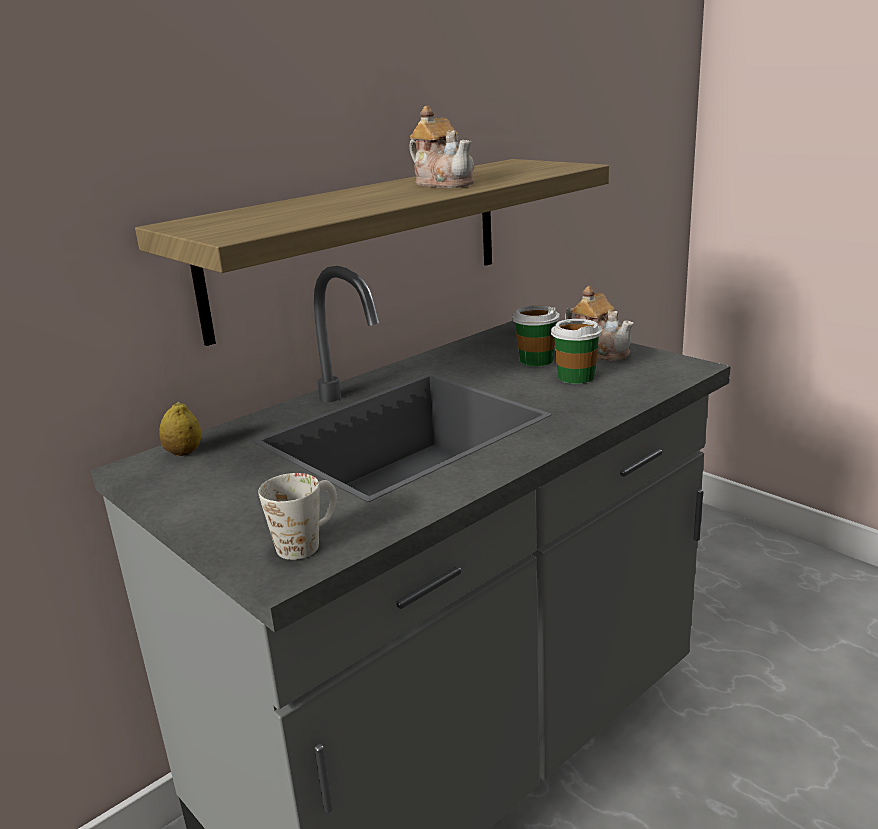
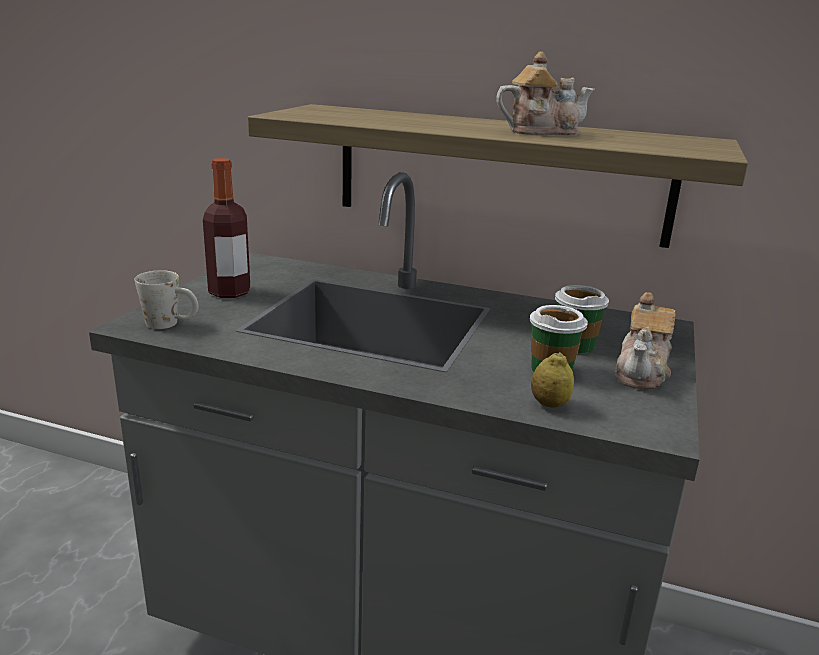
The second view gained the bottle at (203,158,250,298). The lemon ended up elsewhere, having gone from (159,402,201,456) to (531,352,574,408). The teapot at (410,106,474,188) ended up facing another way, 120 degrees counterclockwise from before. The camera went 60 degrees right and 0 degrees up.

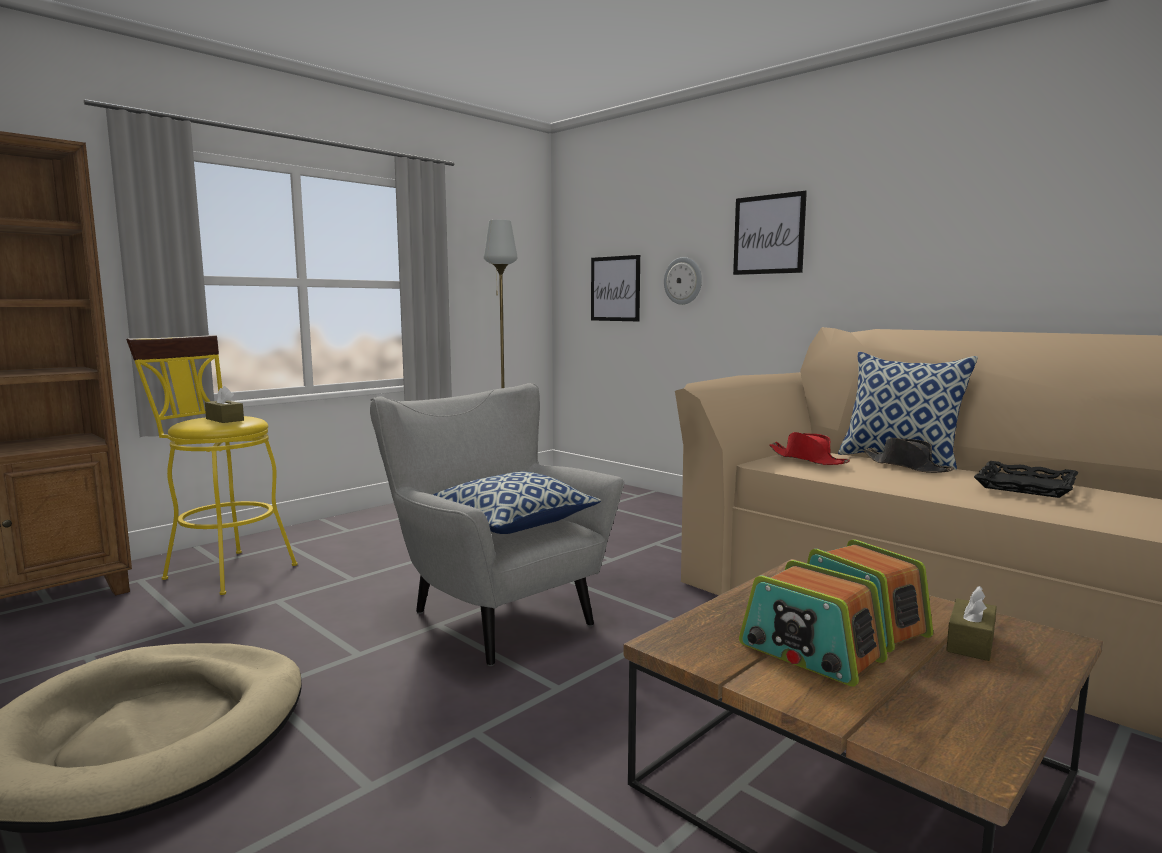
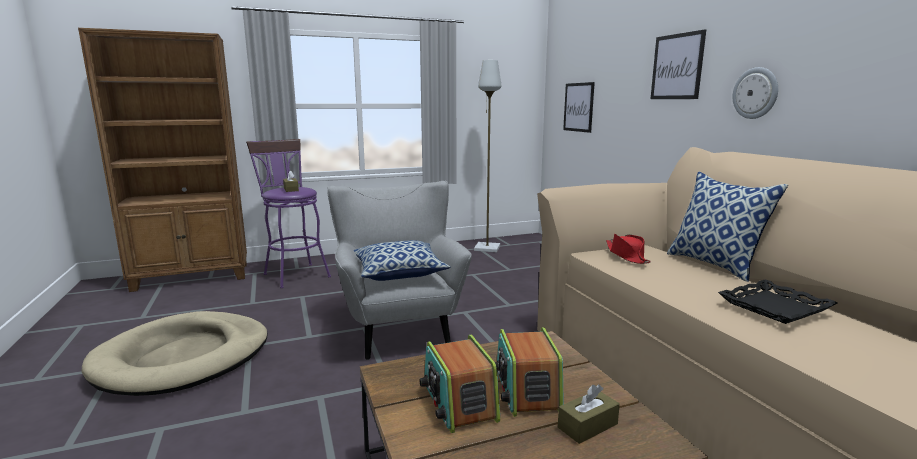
The second view lost the hat (black) at (863,438,954,473). The wall clock ended up elsewhere, having gone from (664,257,702,305) to (733,67,778,119). What was the stool (yellow) at (126,335,298,595) turned into the stool (purple) at (246,139,331,288). The camera went 25 degrees right and 5 degrees up.

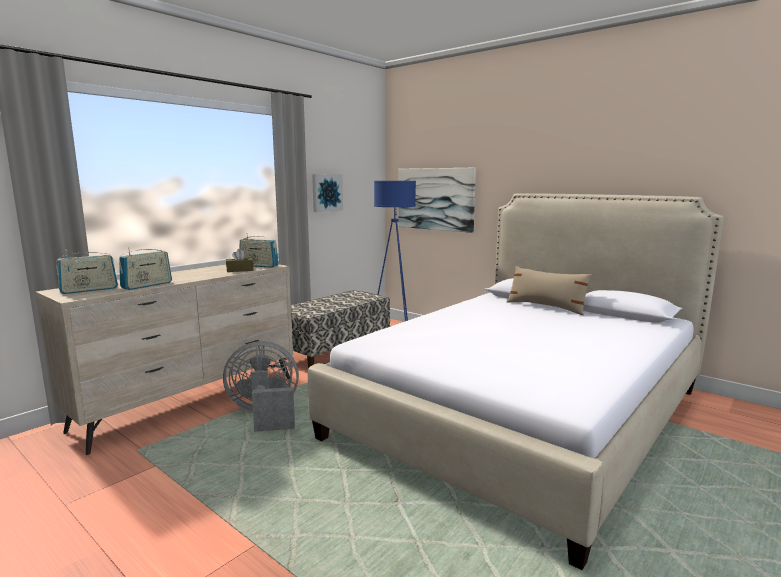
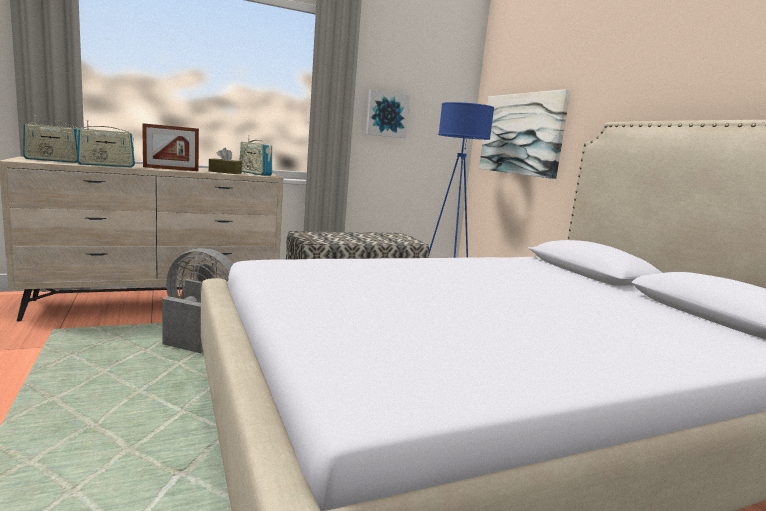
The second view lost the pillow (beige) at (507,266,592,315). The second view gained the picture frame at (142,123,199,171). The camera went 25 degrees right and 0 degrees up.

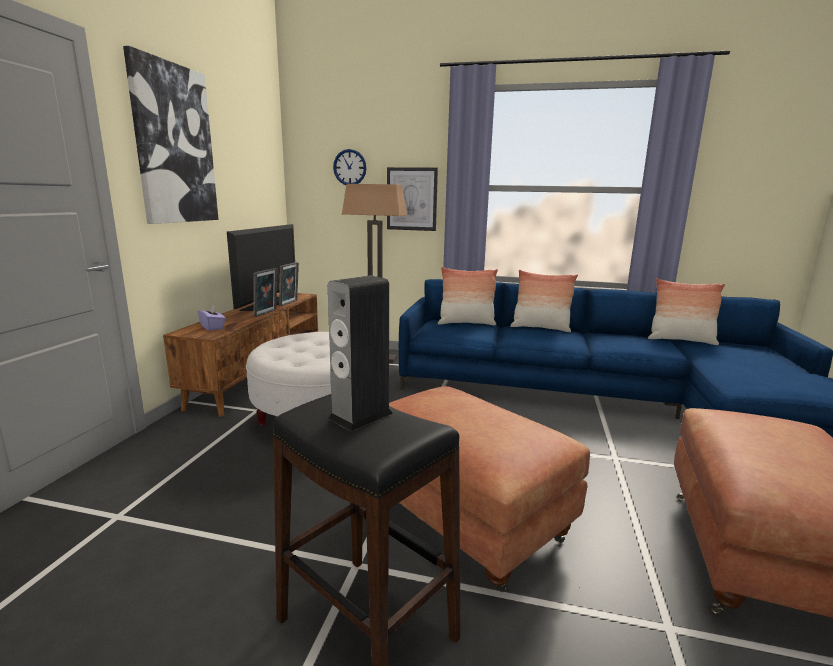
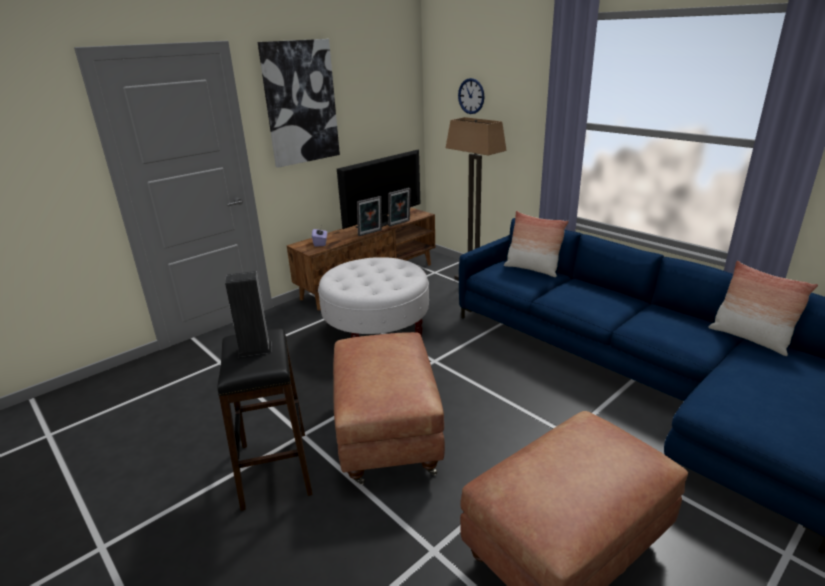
The second view lost the picture at (387,167,438,231). The second view lost the pillow at (510,270,578,332). The camera went 35 degrees right and 10 degrees up.

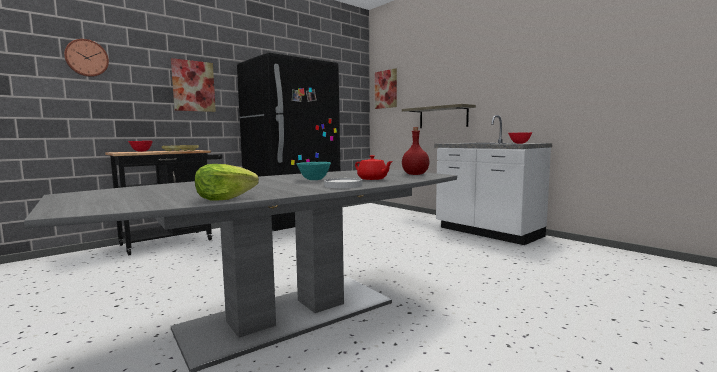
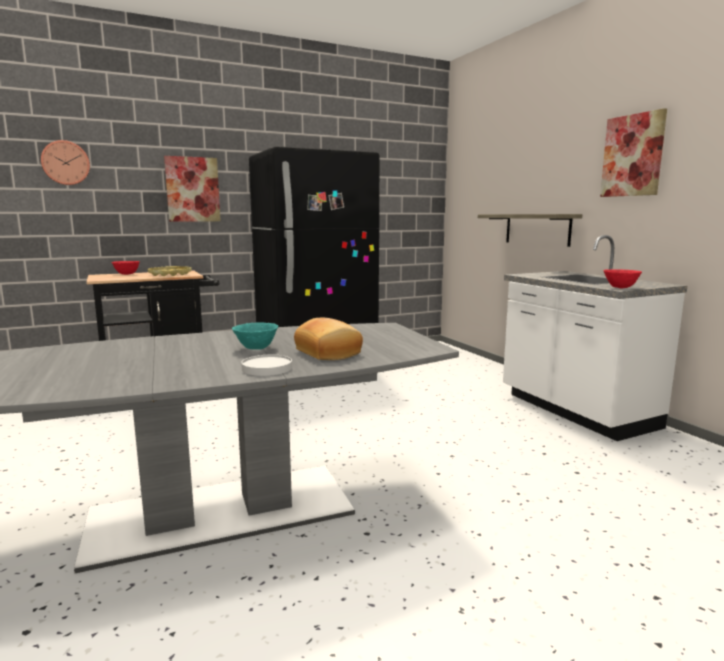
The second view lost the lettuce at (195,164,259,201). The second view lost the bottle (red) at (402,127,429,175). The picture ended up elsewhere, having gone from (375,68,397,109) to (600,108,667,197). Where the teapot (red) stood at (355,155,393,180), the bread came to stand at (294,318,363,360). The camera went 15 degrees right and 5 degrees up.

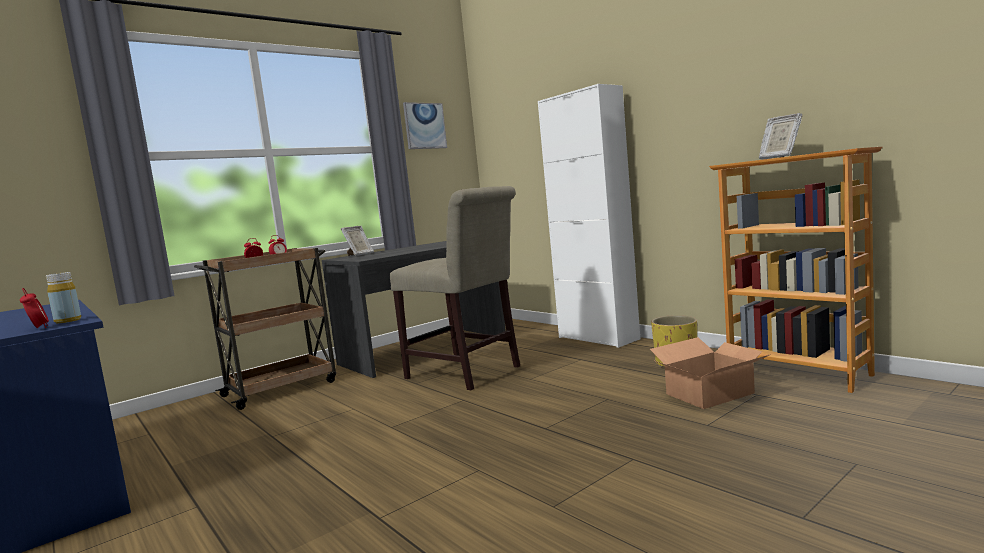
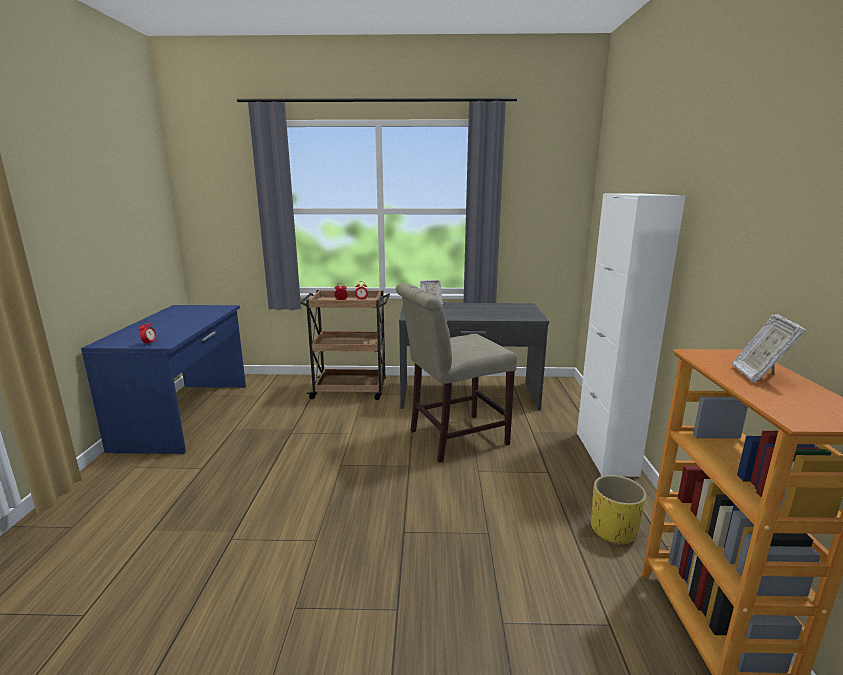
The second view lost the bottle (yellow) at (46,272,81,323). The second view lost the picture at (403,102,447,149). The second view lost the cardboard box at (650,337,771,409). The chair (beige) at (390,186,520,390) ended up facing another way, 75 degrees clockwise from before. The camera went 40 degrees right and 10 degrees up.

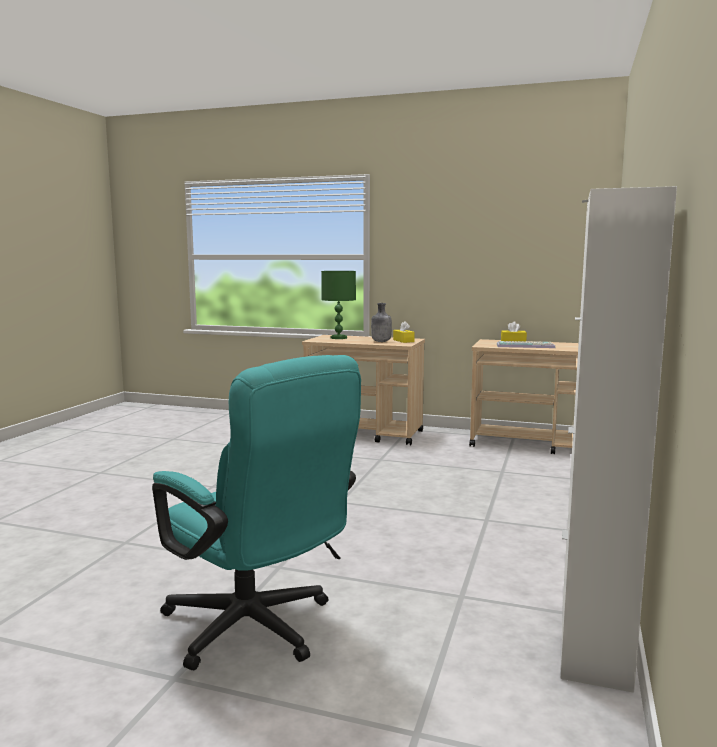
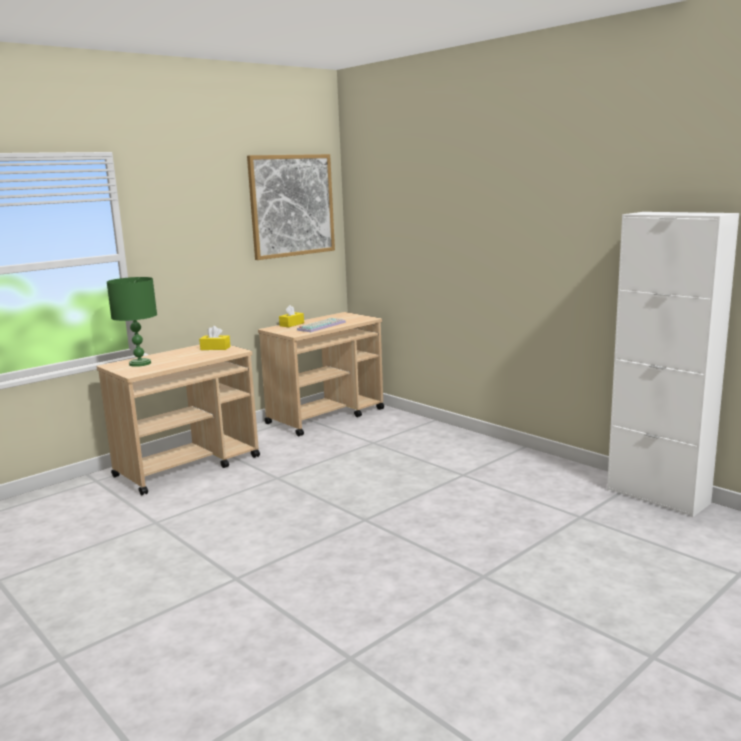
The second view lost the office chair (turquoise) at (152,355,361,671). The second view lost the bottle (grey) at (371,303,392,342). The second view gained the picture at (247,154,335,260). The camera went 60 degrees left and 5 degrees up.

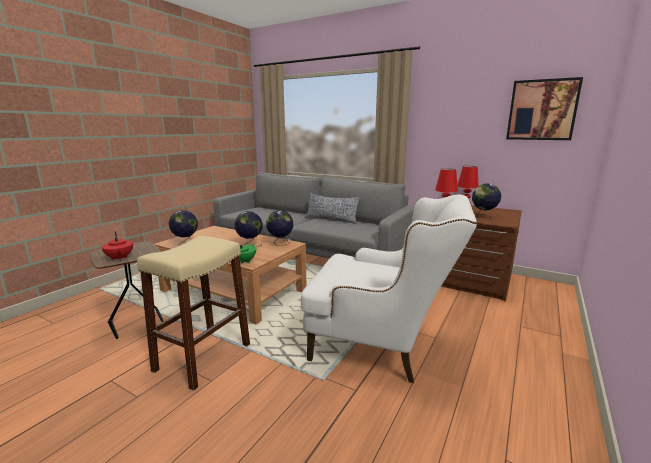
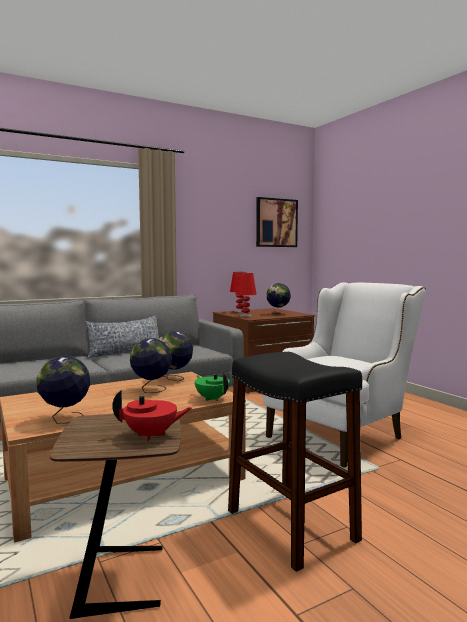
What was the stool (beige) at (137,236,250,391) turned into the stool (black) at (228,352,362,572). The camera went 60 degrees left and 10 degrees down.

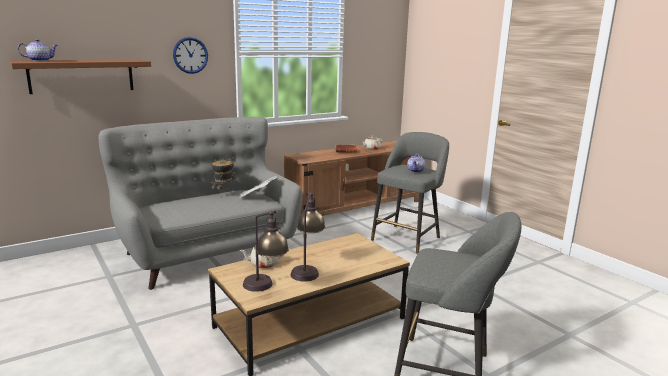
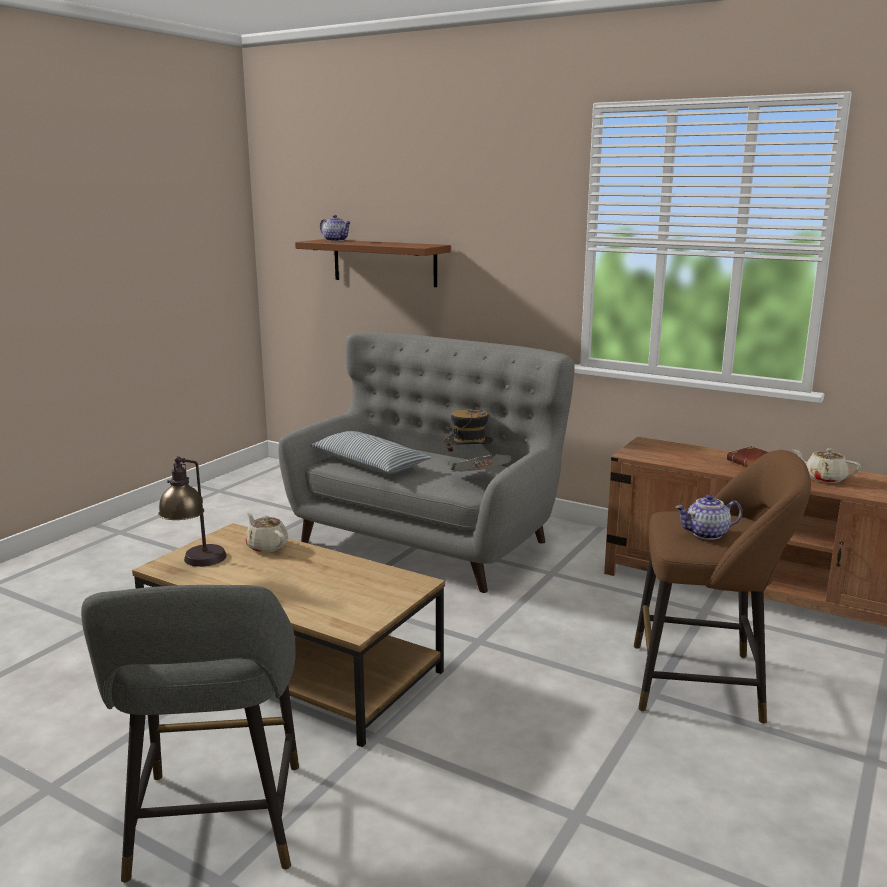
The second view lost the wall clock at (173,37,208,74). The second view lost the table lamp at (291,192,326,282). The second view gained the pillow at (310,431,432,474). What was the stool (grey) at (371,132,449,254) turned into the stool (brown) at (634,450,811,724). The camera went 65 degrees right and 0 degrees up.

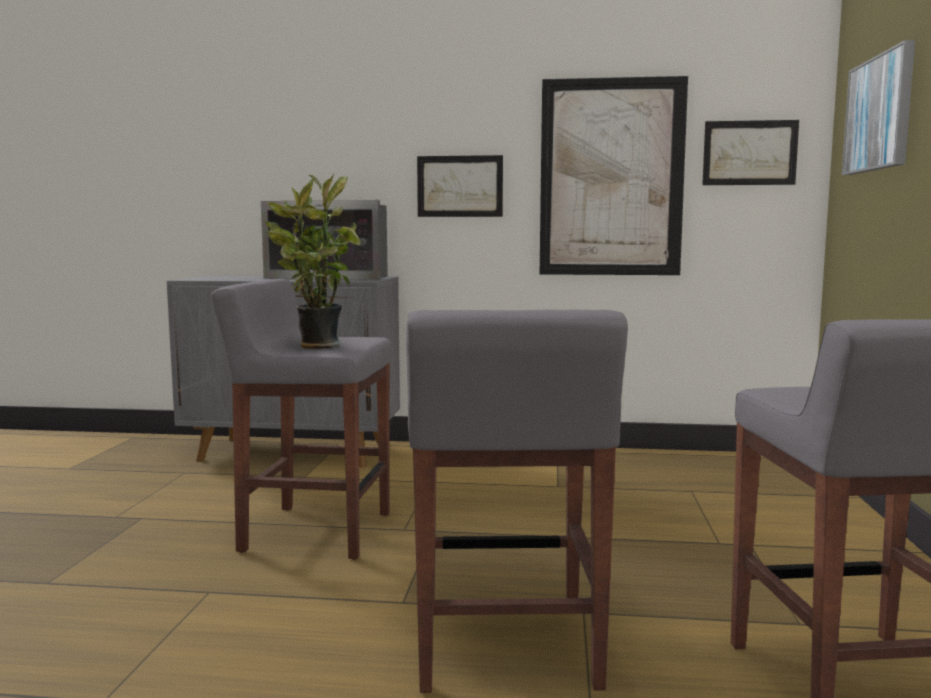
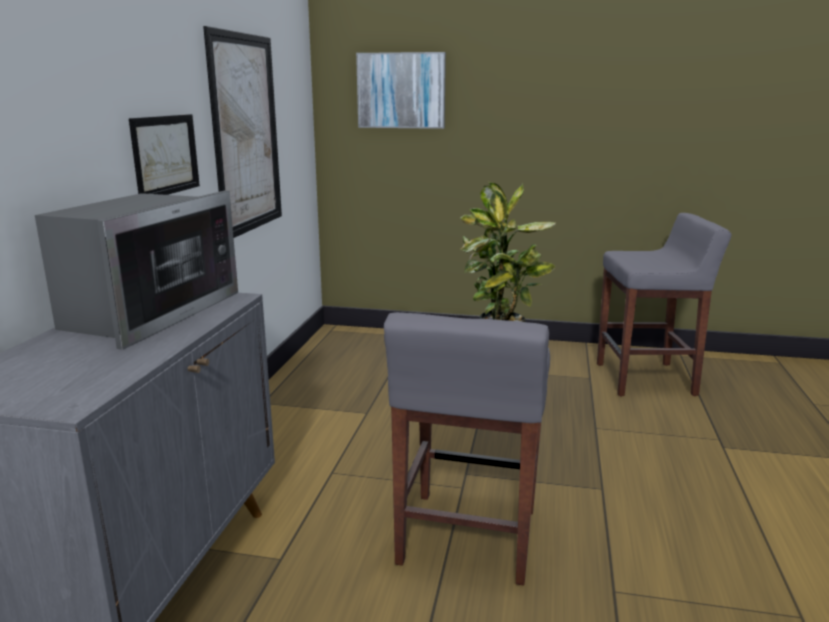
The second view lost the stool (grey) at (406,310,628,693). The second view lost the picture at (702,120,799,185). The camera went 85 degrees left and 10 degrees up.

